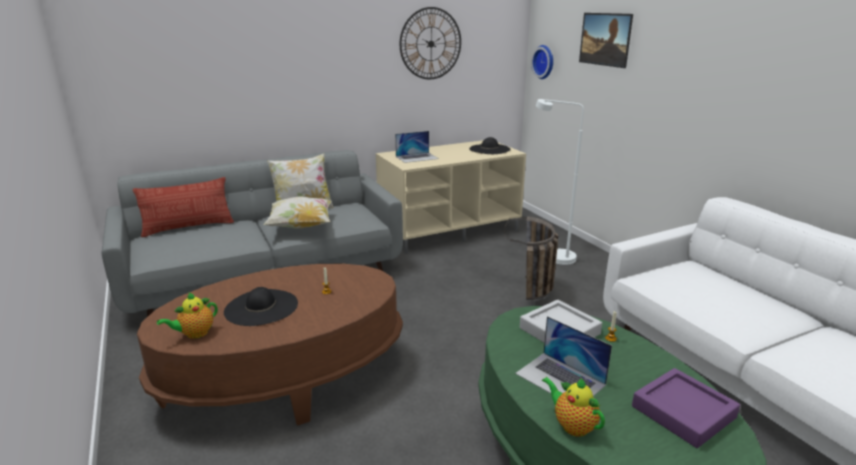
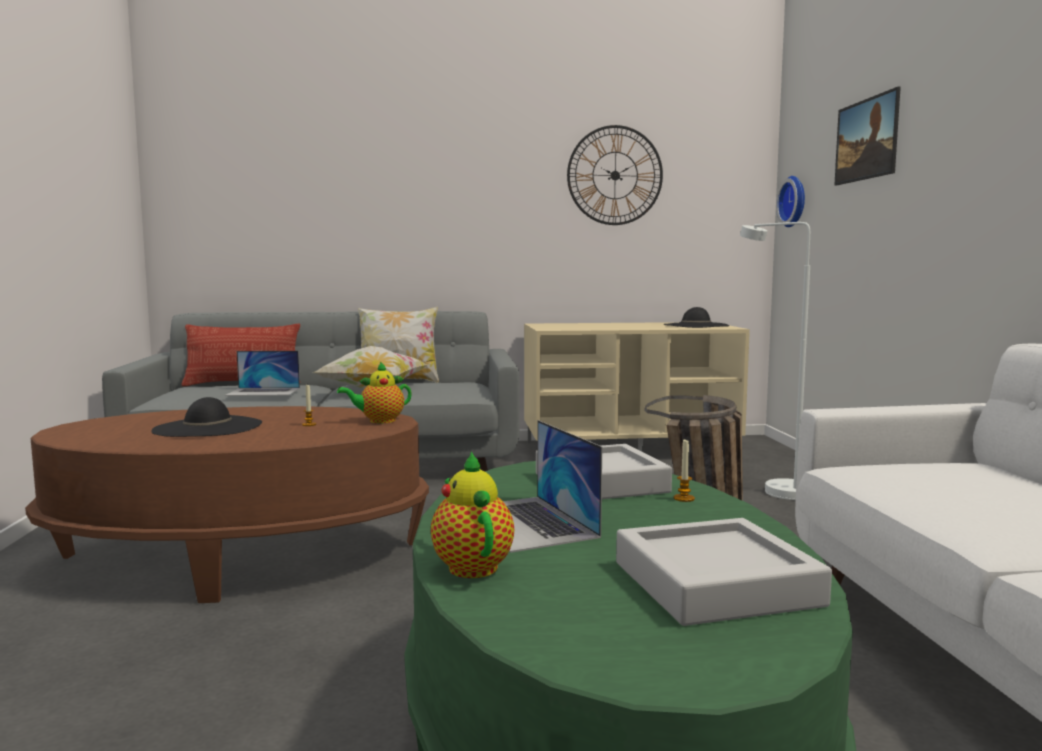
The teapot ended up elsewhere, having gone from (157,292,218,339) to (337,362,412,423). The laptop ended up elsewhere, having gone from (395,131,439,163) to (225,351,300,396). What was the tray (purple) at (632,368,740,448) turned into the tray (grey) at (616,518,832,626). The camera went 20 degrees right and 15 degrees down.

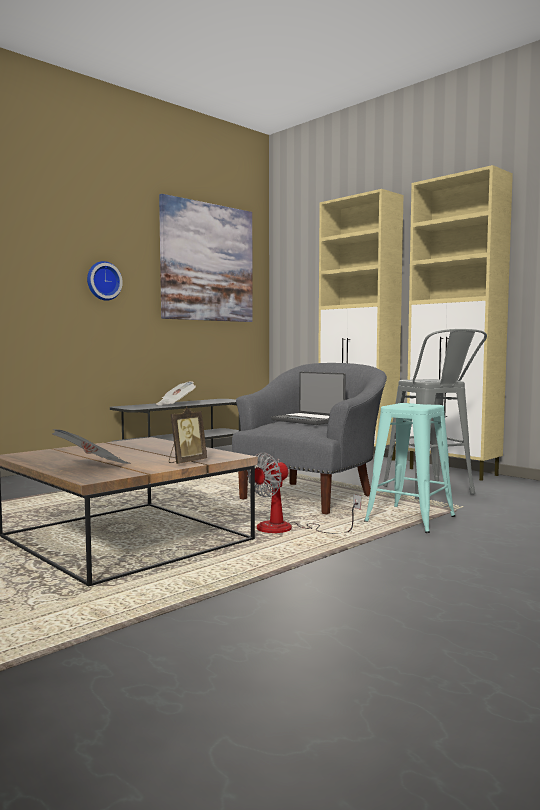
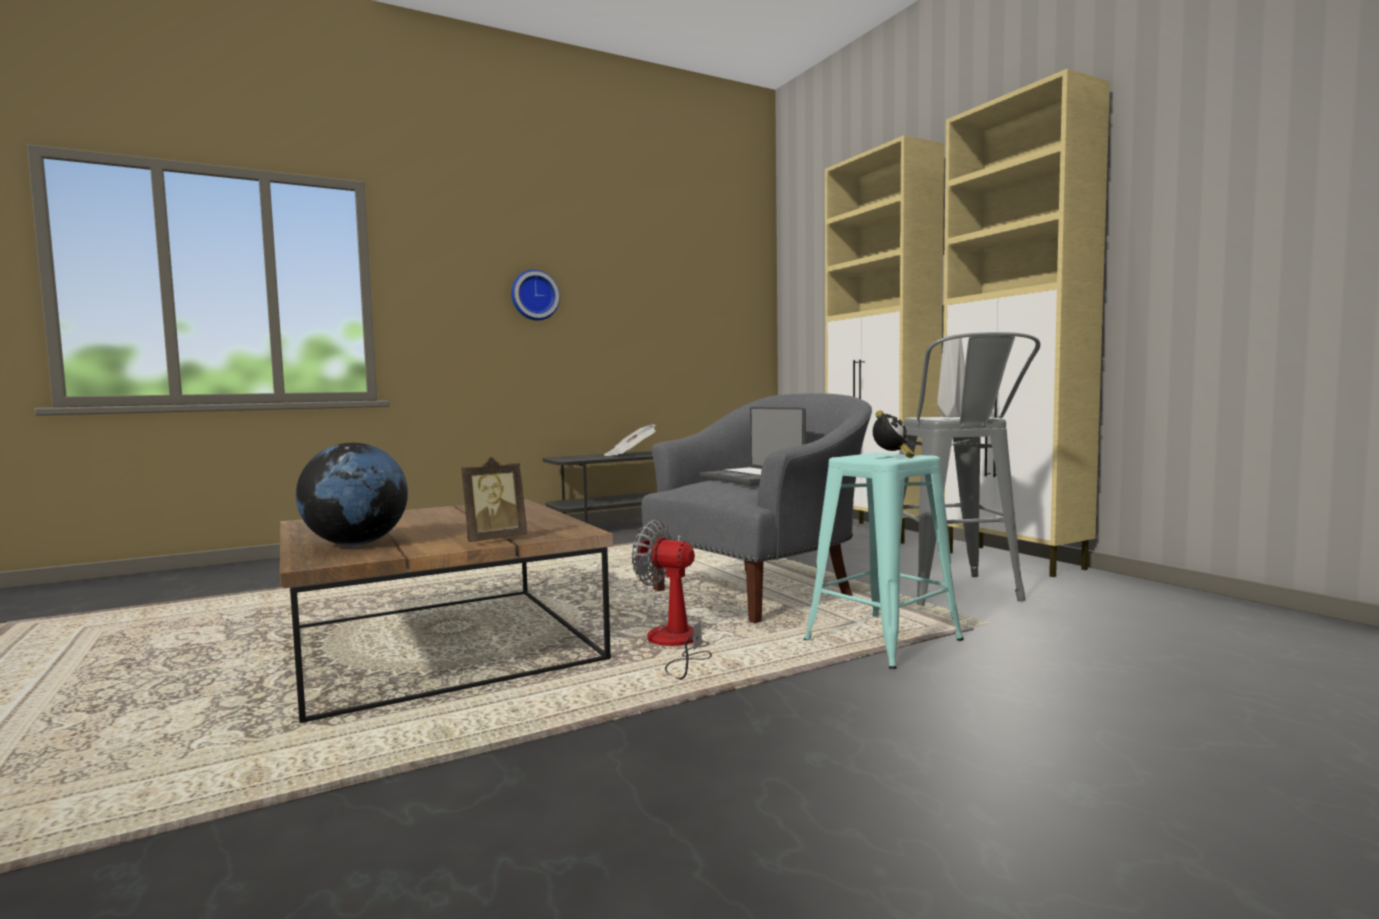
The second view lost the picture at (159,194,253,322). The second view gained the alarm clock at (873,410,915,458). The second view gained the vase (grey) at (937,335,965,417). Where the newspaper stood at (52,429,131,464), the globe came to stand at (296,443,408,545). The fan at (247,452,361,534) ended up facing another way, 60 degrees clockwise from before. The camera went 15 degrees right and 0 degrees up.

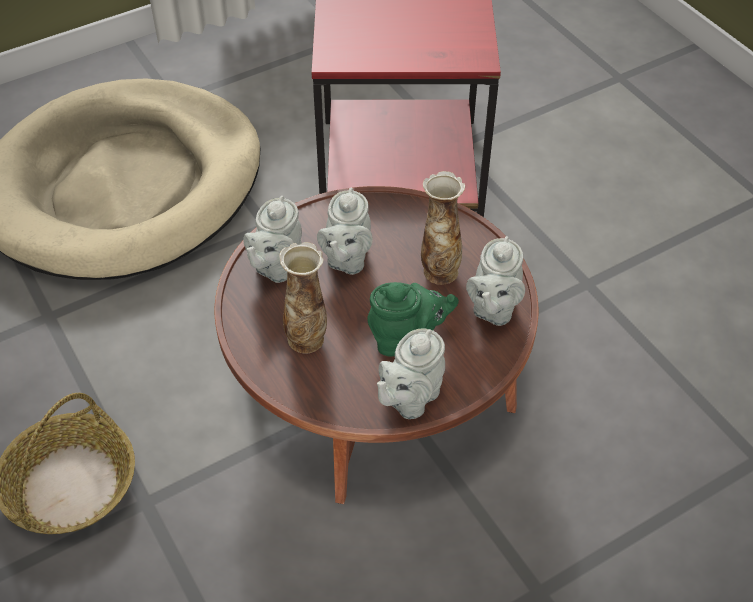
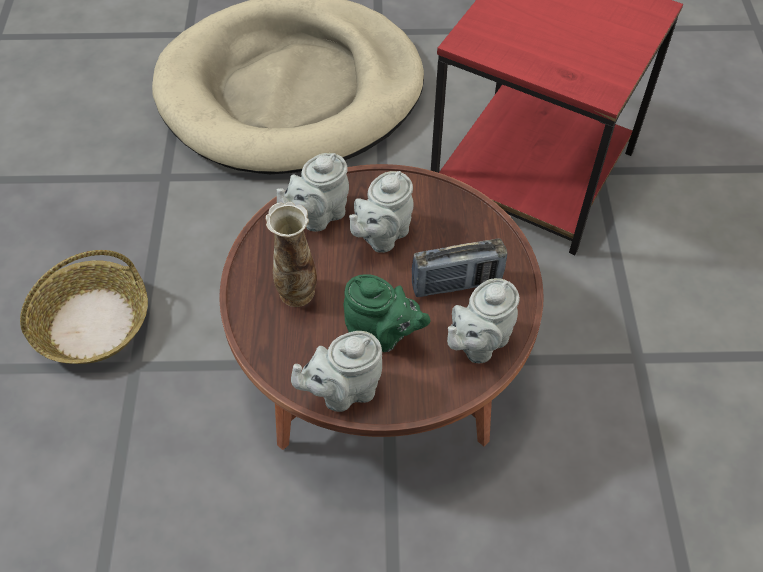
Where the vase stood at (421,171,465,285), the radio came to stand at (412,239,507,297). The camera went 30 degrees right and 5 degrees up.

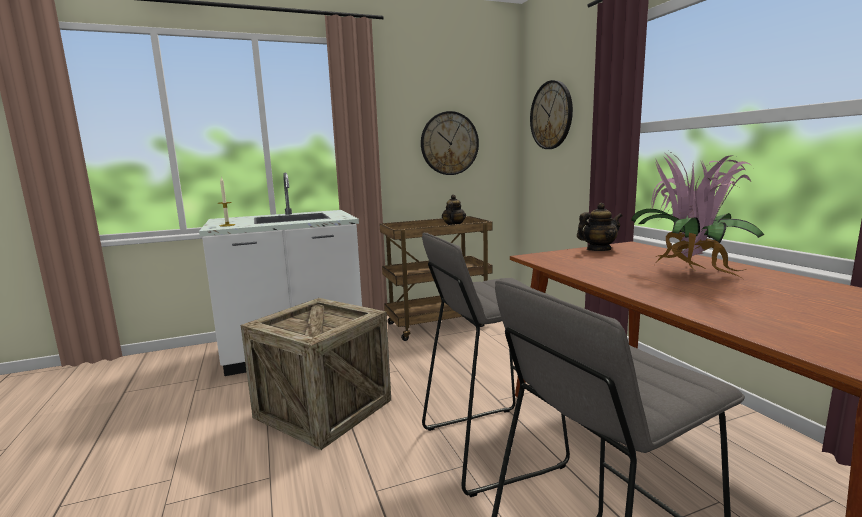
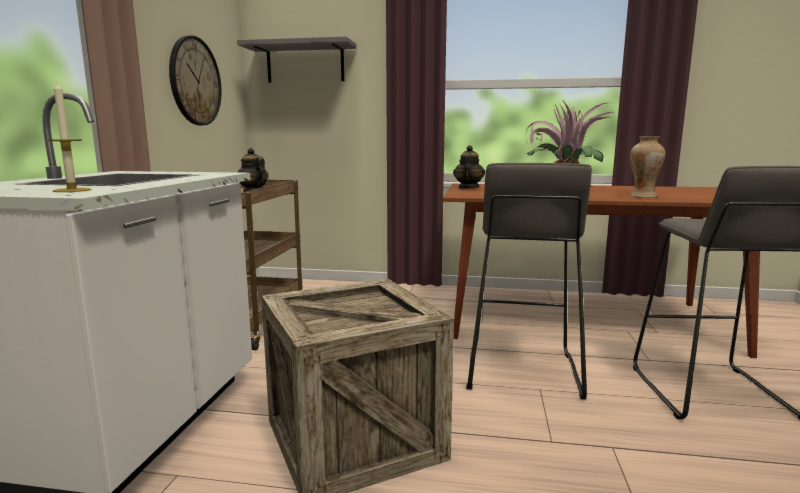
The second view gained the vase at (630,136,665,198). Where the wall clock hung at (530,80,573,149), the shelf (grey) came to hang at (237,36,356,83). The camera went 60 degrees left and 0 degrees up.

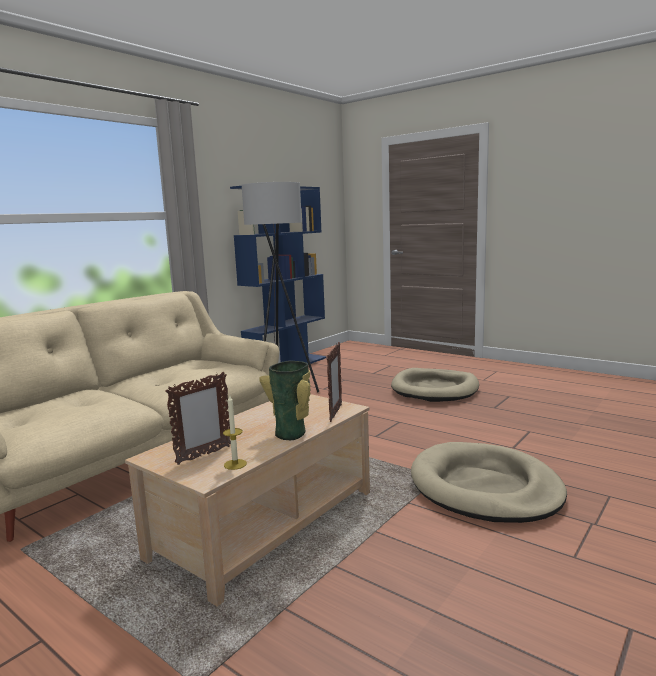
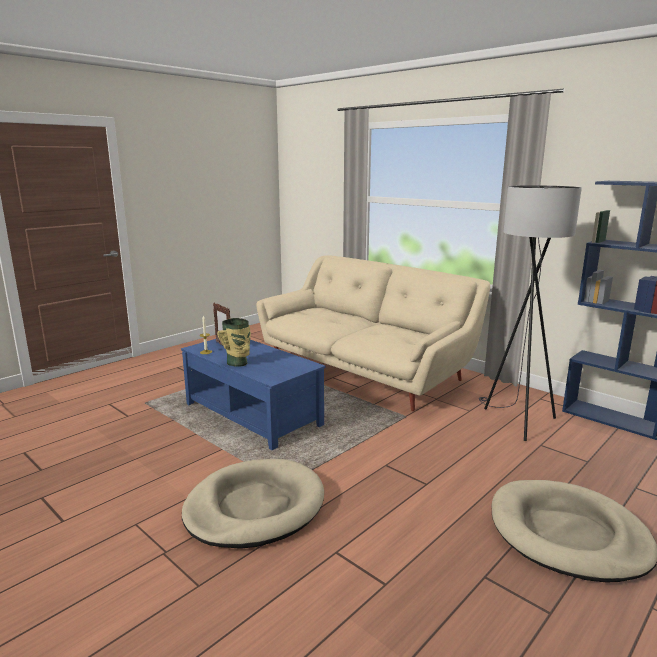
The second view lost the picture frame at (327,342,342,422). What was the coffee table (beige) at (125,394,370,607) turned into the coffee table (blue) at (181,339,325,450). The camera went 95 degrees right and 5 degrees up.

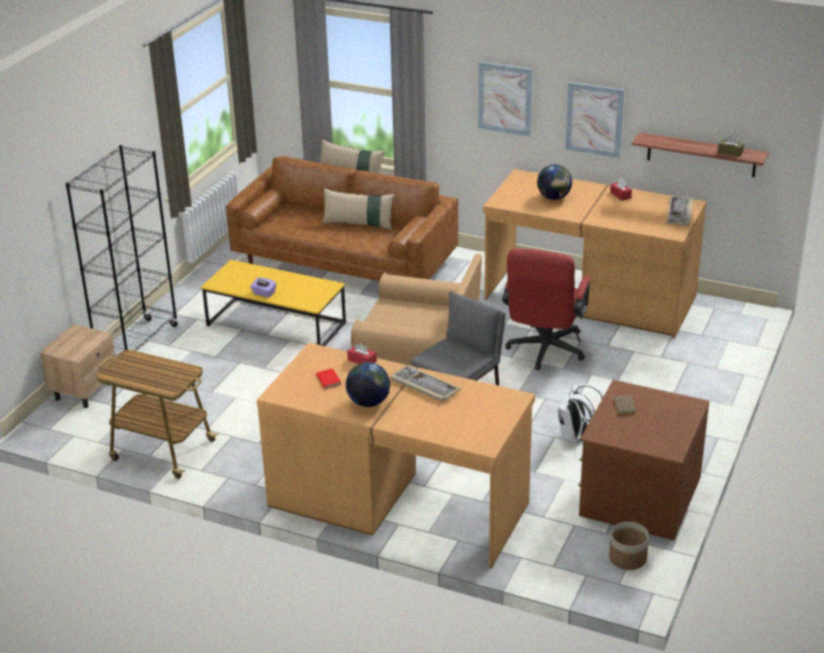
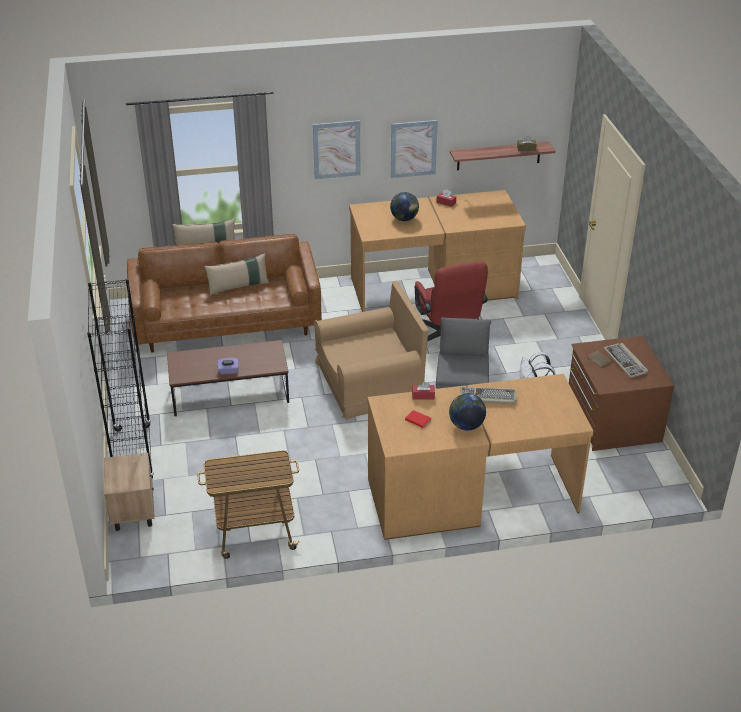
The second view lost the planter at (609,522,649,570). The keyboard ended up elsewhere, having gone from (667,196,694,226) to (603,343,648,378). What was the coffee table (yellow) at (201,260,346,346) turned into the coffee table (brown) at (167,340,289,416). The camera went 35 degrees left and 5 degrees up.

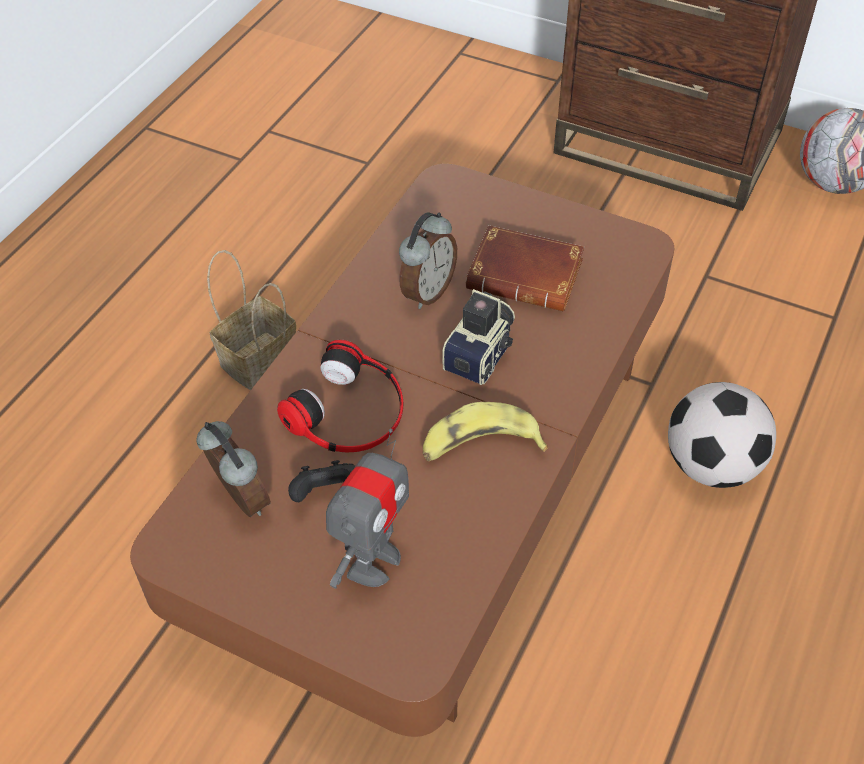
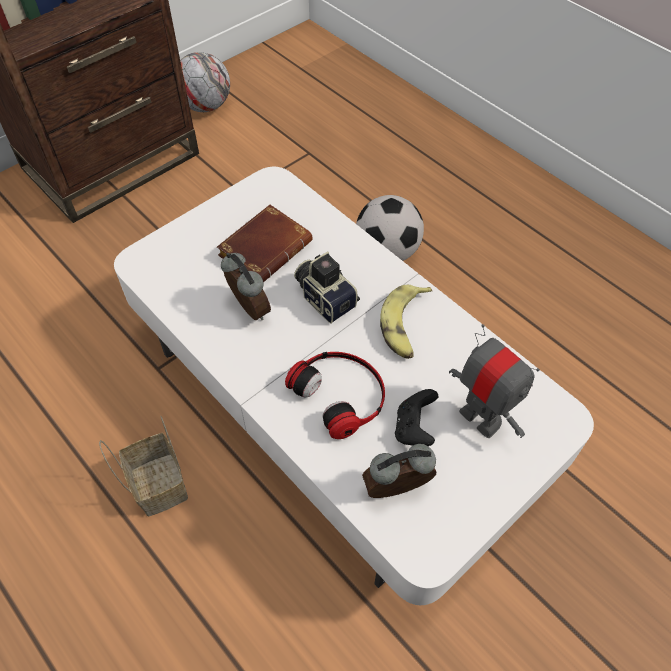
What was the coffee table (brown) at (130,164,674,737) turned into the coffee table (white) at (114,167,594,605). The camera went 70 degrees left and 5 degrees up.

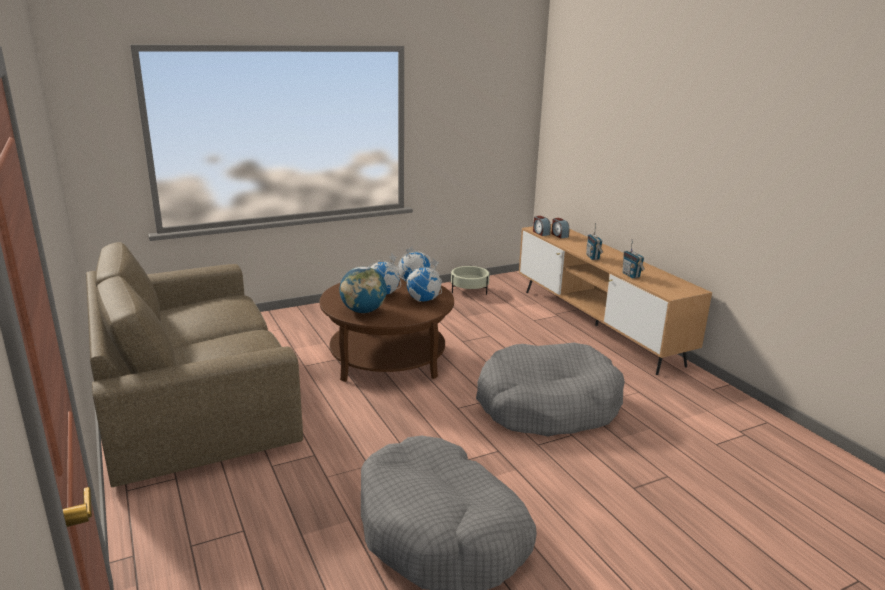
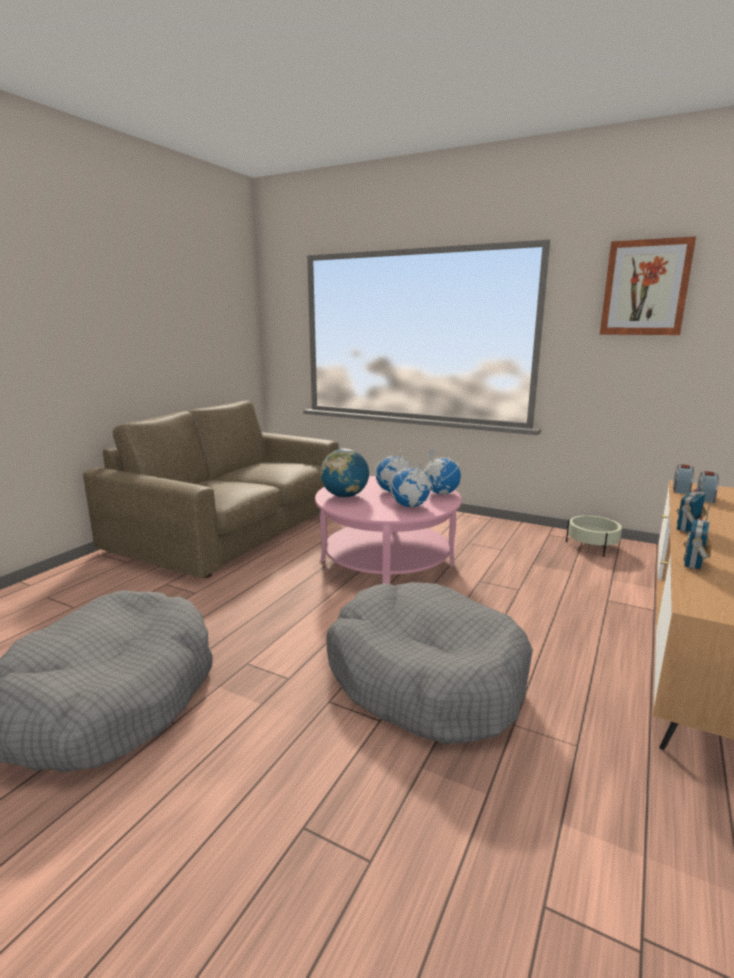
The second view gained the picture at (600,236,696,335). What was the coffee table (brown) at (319,275,454,382) turned into the coffee table (pink) at (315,476,462,584). The camera went 55 degrees right and 5 degrees down.

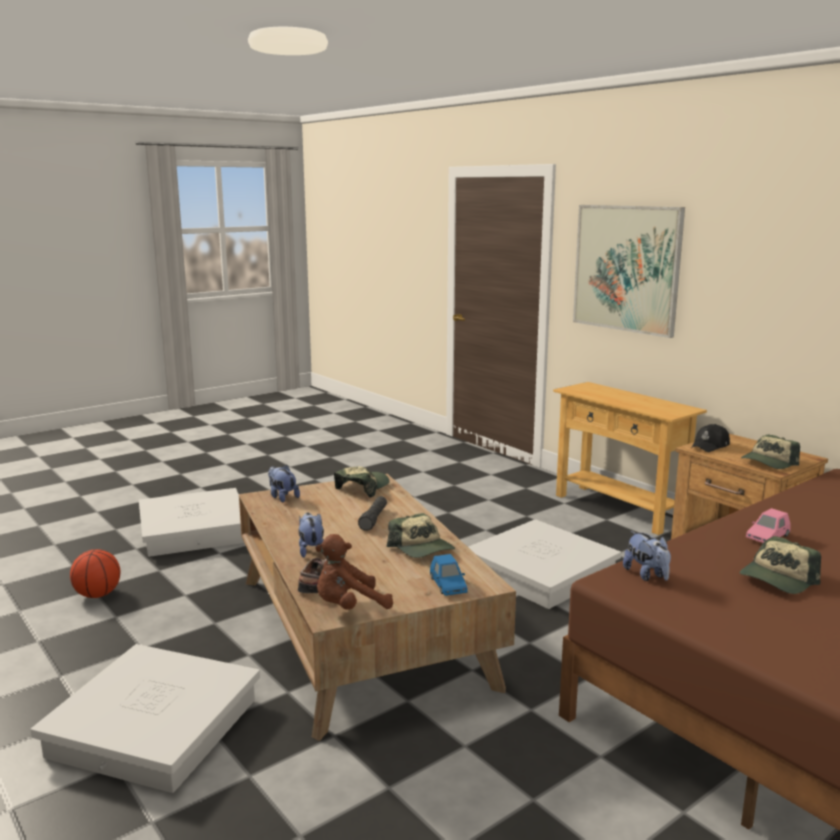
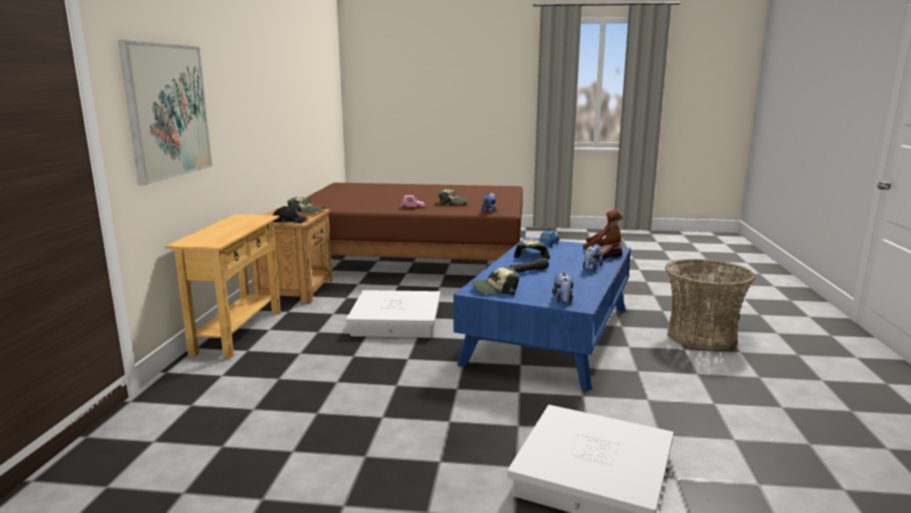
The second view lost the basketball at (70,549,120,598). Where the storage box (white) stood at (30,644,260,793), the basket came to stand at (665,259,755,351). What was the coffee table (brown) at (239,474,516,741) turned into the coffee table (blue) at (453,237,631,391). The camera went 135 degrees left and 0 degrees up.

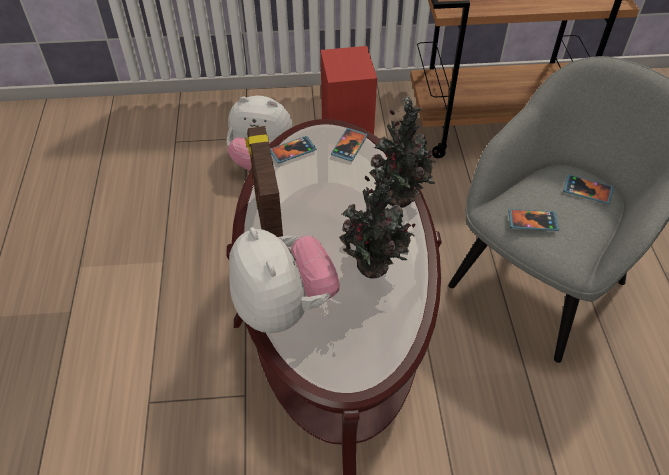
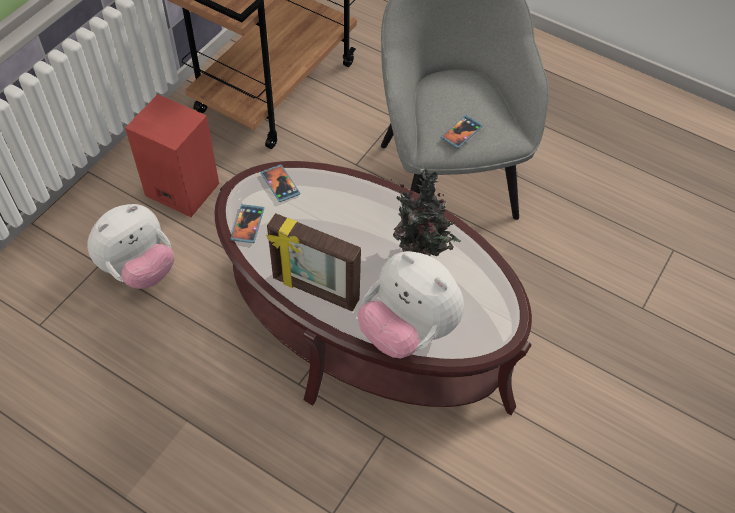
The second view lost the potted plant at (369,96,438,208). The second view lost the phone at (563,174,613,204). The plush toy at (229,227,340,333) ended up facing another way, 150 degrees counterclockwise from before. The camera went 55 degrees left and 5 degrees up.

